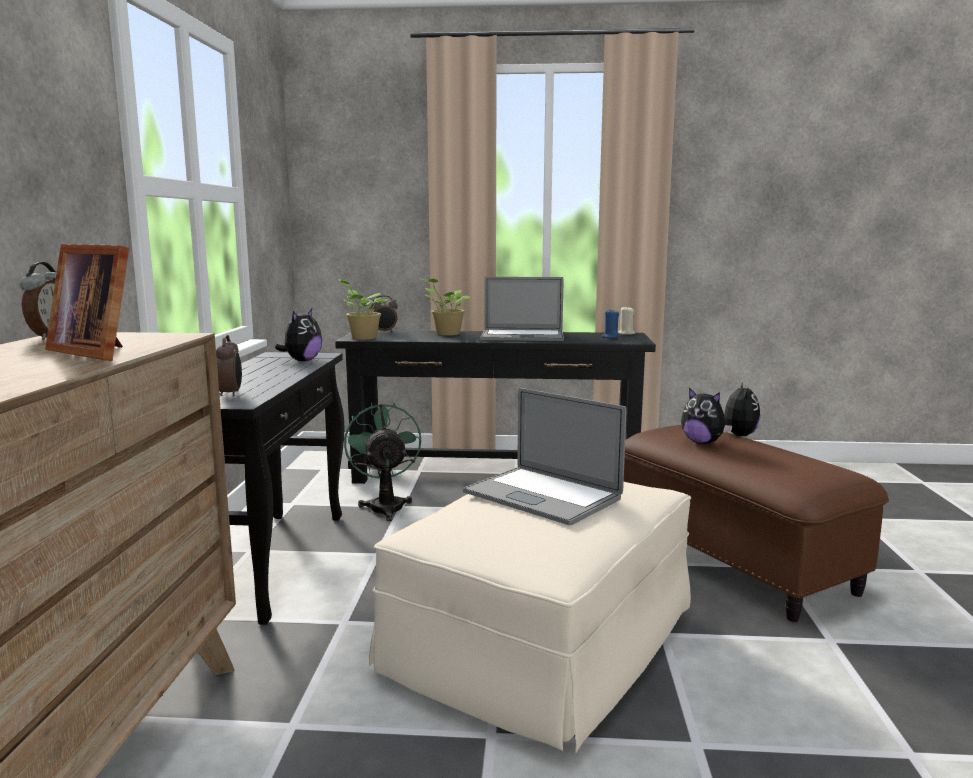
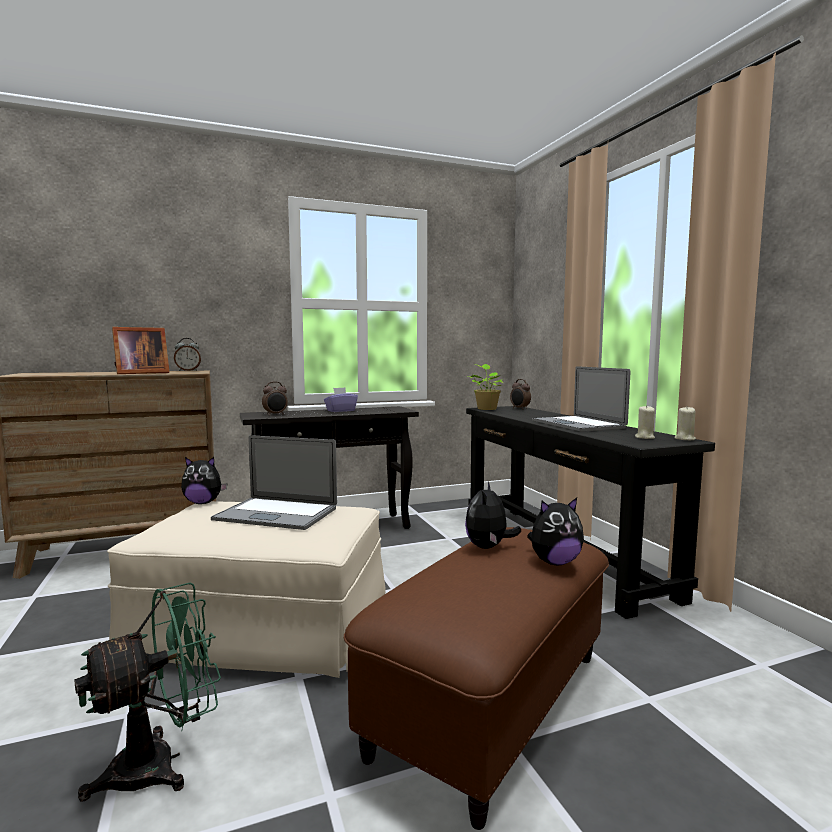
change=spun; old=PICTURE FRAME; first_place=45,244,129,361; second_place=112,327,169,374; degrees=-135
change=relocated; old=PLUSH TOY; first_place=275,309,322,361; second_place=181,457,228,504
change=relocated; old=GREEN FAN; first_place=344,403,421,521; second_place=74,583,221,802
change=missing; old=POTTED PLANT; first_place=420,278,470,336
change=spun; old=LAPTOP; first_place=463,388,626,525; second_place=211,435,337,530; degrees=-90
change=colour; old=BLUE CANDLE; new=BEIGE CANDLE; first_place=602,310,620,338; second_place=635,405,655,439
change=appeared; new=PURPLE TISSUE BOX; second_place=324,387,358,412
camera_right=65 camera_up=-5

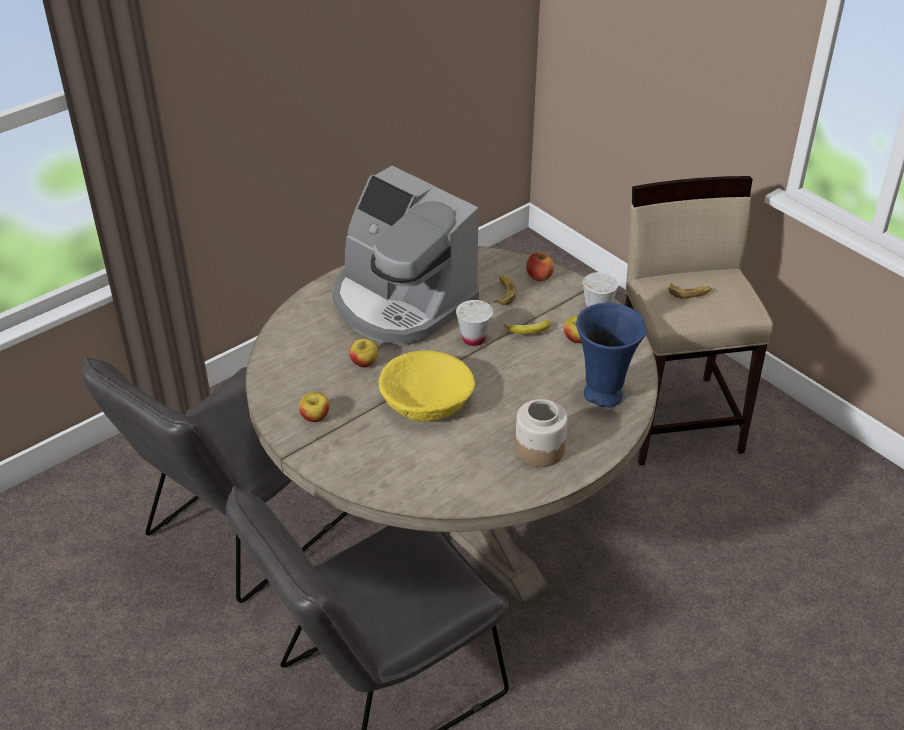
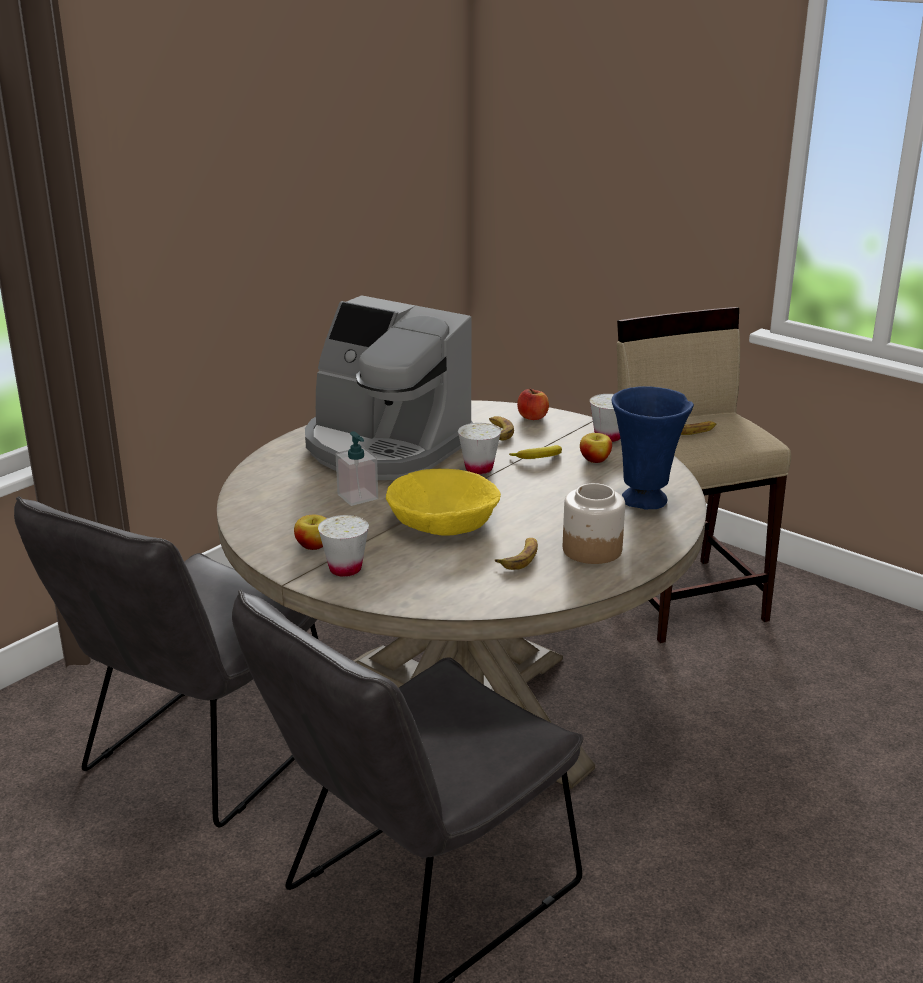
change=exchanged; old=APPLE; new=SOAP DISPENSER; first_place=349,339,378,367; second_place=335,431,378,506
change=appeared; new=WHITE CUP; second_place=318,515,369,577
change=appeared; new=BANANA; second_place=495,538,538,570
camera_right=-10 camera_up=-15

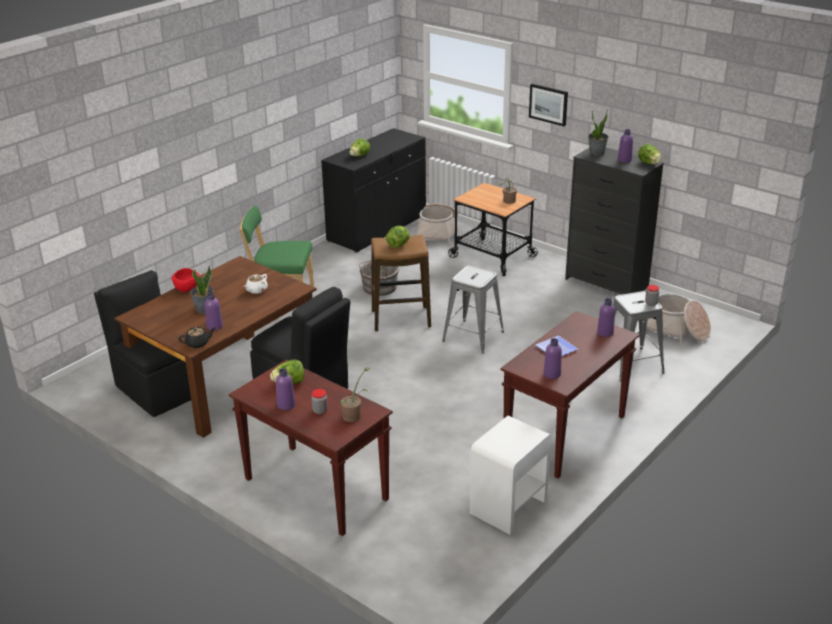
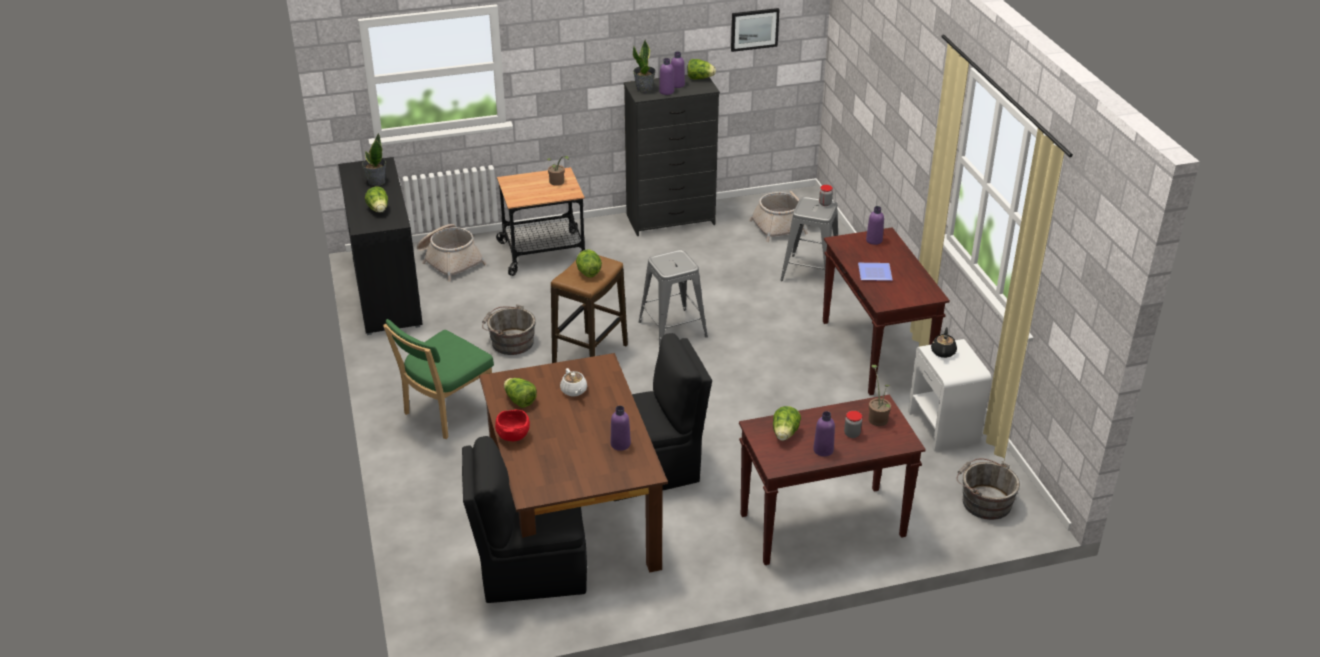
change=relocated; old=BLACK TEAPOT; first_place=178,327,216,348; second_place=931,327,957,358
change=relocated; old=POTTED PLANT; first_place=190,266,214,314; second_place=362,133,386,186
change=relocated; old=PICTURE; first_place=529,84,568,126; second_place=731,8,780,52
change=relocated; old=PURPLE BOTTLE; first_place=543,338,562,379; second_place=659,58,674,95
change=appeared; new=LETTUCE; second_place=504,378,537,408
change=appeared; new=GREY BUCKET; second_place=956,458,1020,520
camera_right=-55 camera_up=5

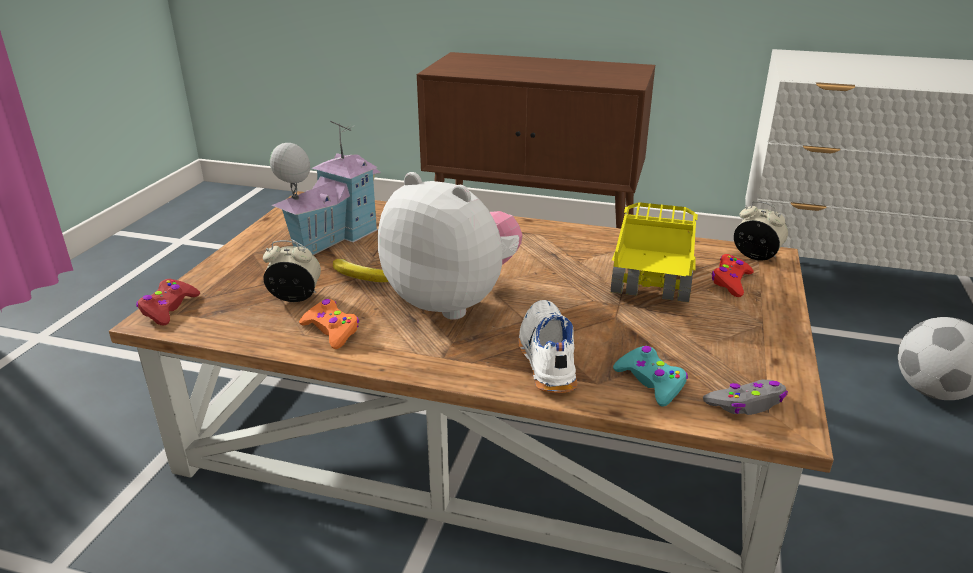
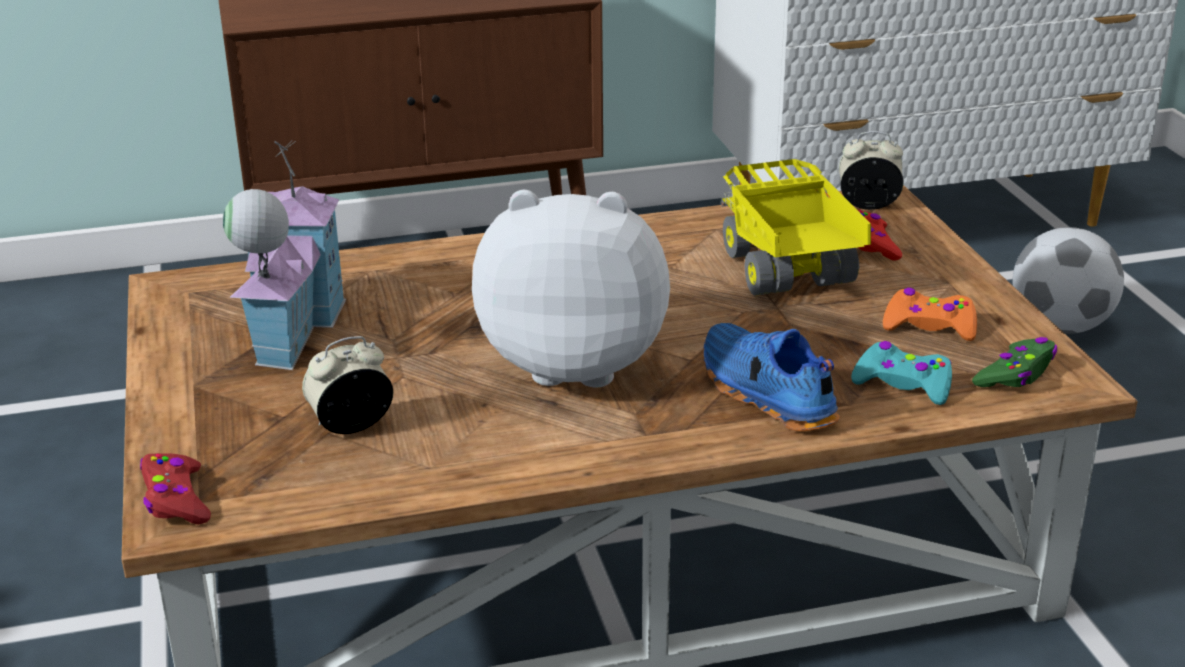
change=relocated; old=ORANGE GAME CONTROLLER; first_place=299,299,359,349; second_place=883,288,977,341
change=missing; old=BANANA; first_place=333,259,389,282
change=colour; old=WHITE SHOE; new=BLUE SHOE; first_place=518,300,578,393; second_place=704,323,840,431
change=colour; old=GREY GAME CONTROLLER; new=GREEN GAME CONTROLLER; first_place=703,380,788,415; second_place=972,337,1057,387
camera_right=-30 camera_up=0

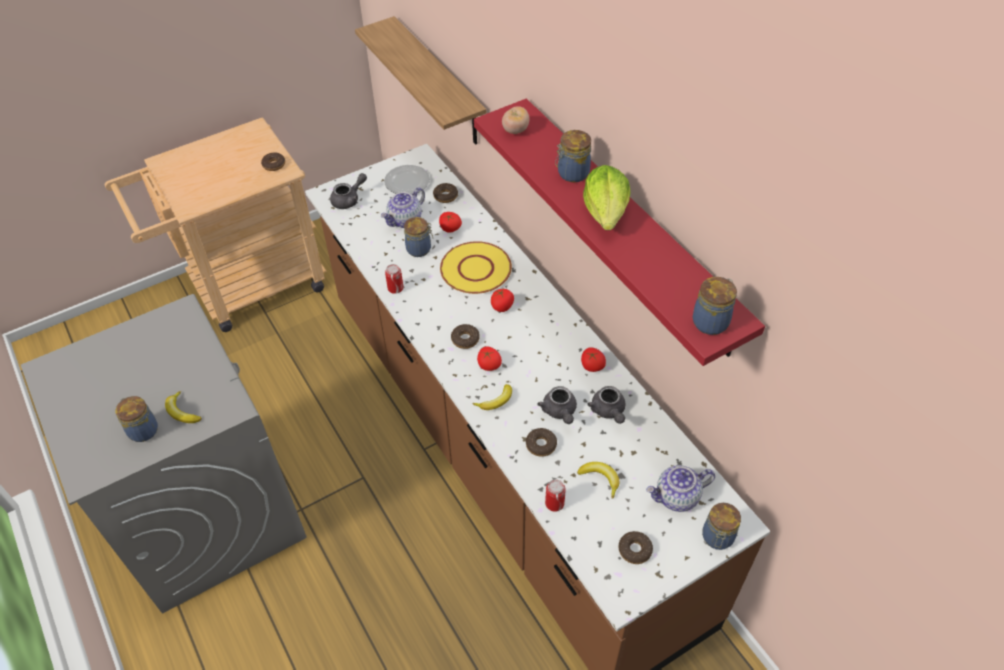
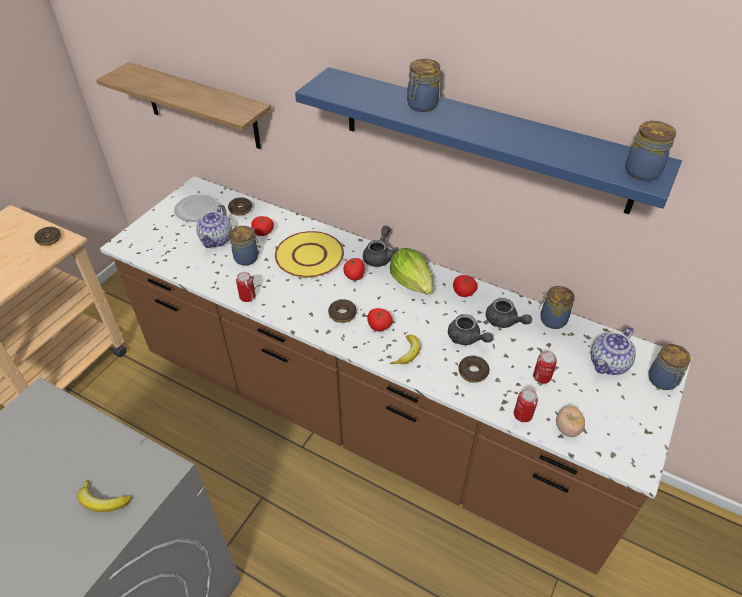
change=relocated; old=JAR; first_place=115,396,158,442; second_place=539,286,575,329
change=relocated; old=GREY TEAPOT; first_place=330,173,367,209; second_place=363,225,399,267
change=colour; old=RED SHELF; new=BLUE SHELF; first_place=474,99,765,366; second_place=295,67,682,214
change=relocated; old=TOMATO; first_place=502,106,530,134; second_place=556,406,585,437
change=exchanged; old=BANANA; new=CAN; first_place=577,462,619,499; second_place=533,351,557,384
change=relocated; old=LETTUCE; first_place=583,165,630,230; second_place=390,248,433,295
change=missing; old=DONUT; first_place=618,531,653,564
camera_right=-30 camera_up=-5

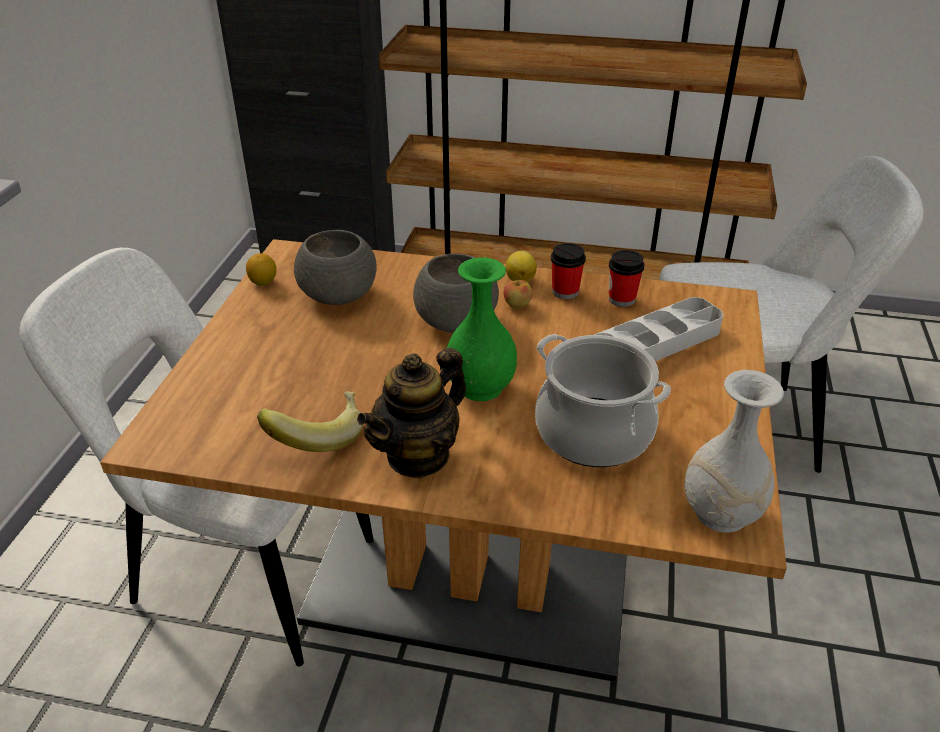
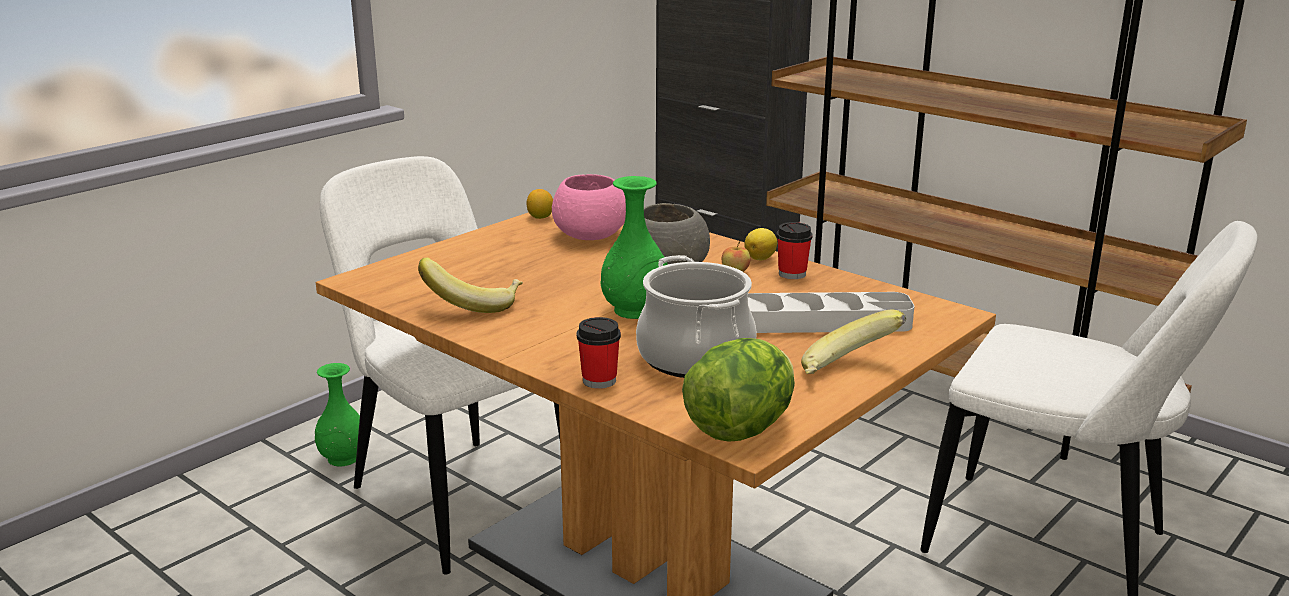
change=colour; old=GREY BOWL; new=PINK BOWL; first_place=294,230,377,305; second_place=552,174,626,240
change=missing; old=TEAPOT; first_place=357,348,466,479
change=relocated; old=CUP; first_place=609,250,644,307; second_place=577,317,621,389
change=exchanged; old=WHITE VASE; new=LETTUCE; first_place=684,370,784,533; second_place=682,338,795,442
change=appeared; new=GREEN VASE; second_place=315,363,360,467
change=appeared; new=BANANA; second_place=801,310,906,374
camera_right=30 camera_up=-15

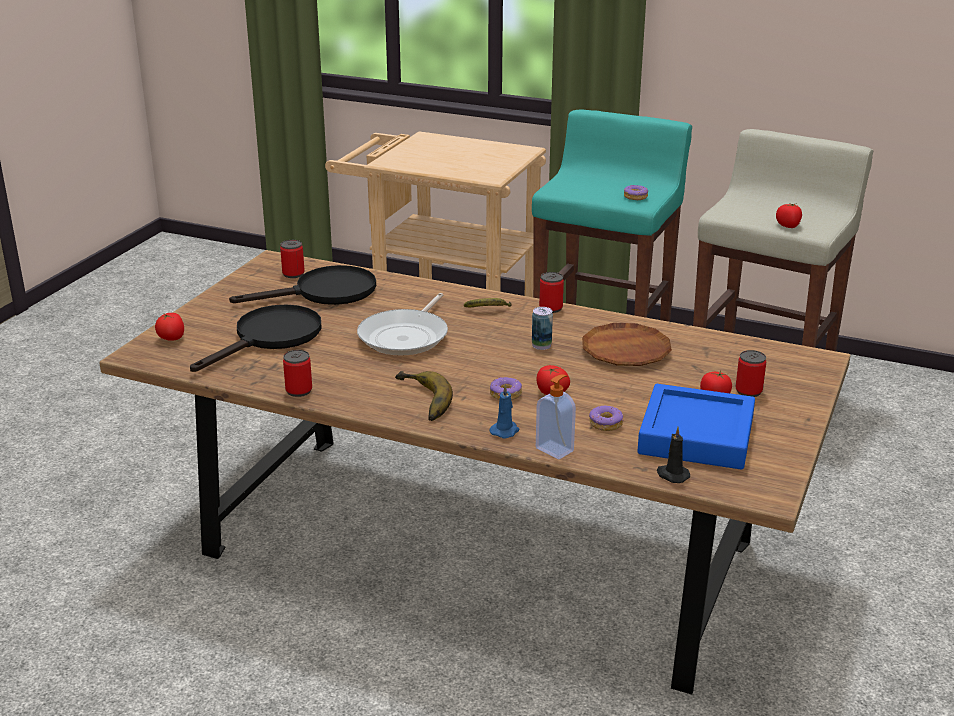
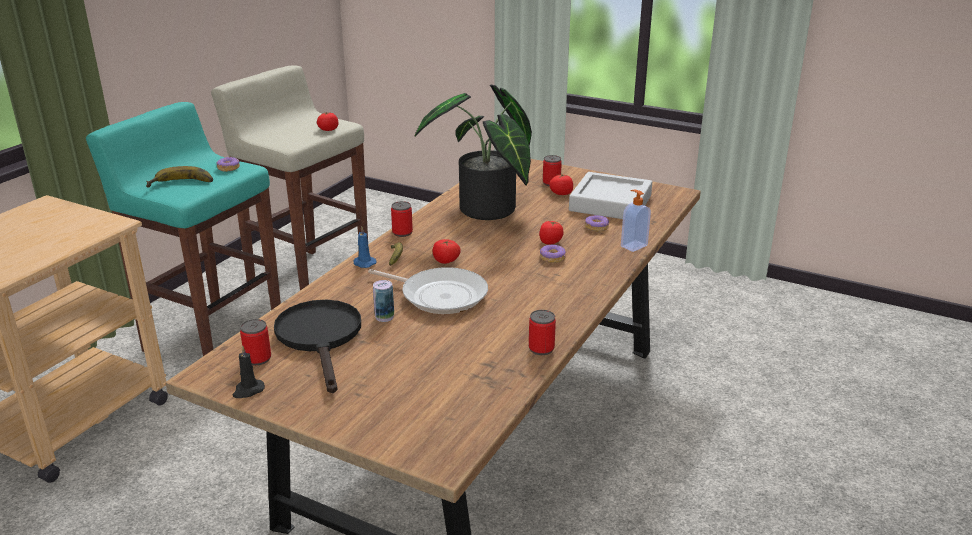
change=relocated; old=TOMATO; first_place=155,313,184,341; second_place=433,239,461,264
change=missing; old=BLACK FRYING PAN; first_place=190,305,322,372
change=relocated; old=BANANA; first_place=395,371,453,421; second_place=146,166,213,188
change=relocated; old=BLUE CANDLE; first_place=489,384,519,439; second_place=353,227,377,268
change=relocated; old=CAN; first_place=532,307,553,350; second_place=373,280,394,322
change=exchanged; old=BROWN PLATE; new=POTTED PLANT; first_place=582,323,672,366; second_place=415,85,532,220
change=colour; old=BLUE TRAY; new=GREY TRAY; first_place=637,384,755,470; second_place=569,172,652,219
change=relocated; old=BLACK CANDLE; first_place=657,427,690,483; second_place=233,345,265,398
camera_right=-85 camera_up=0

